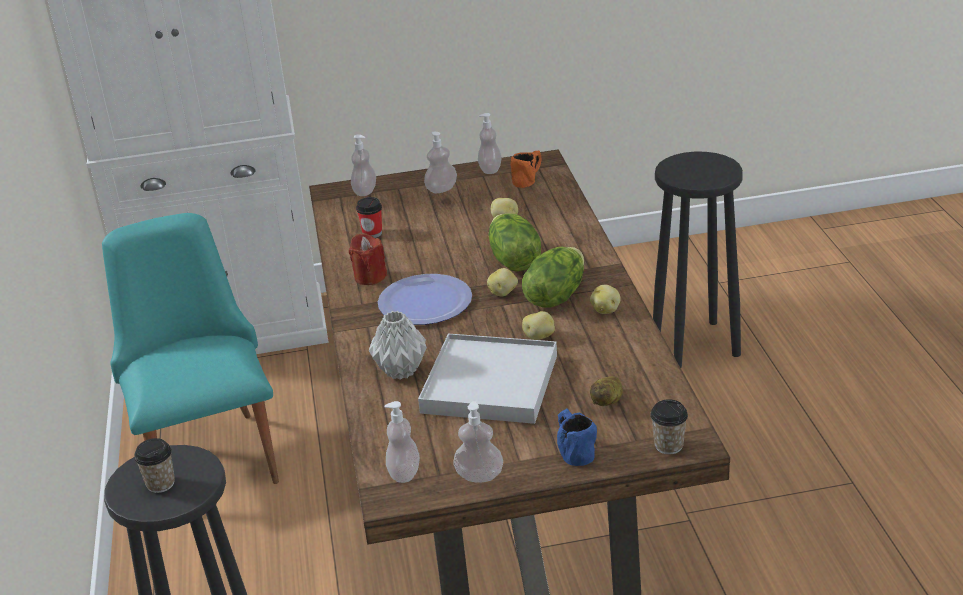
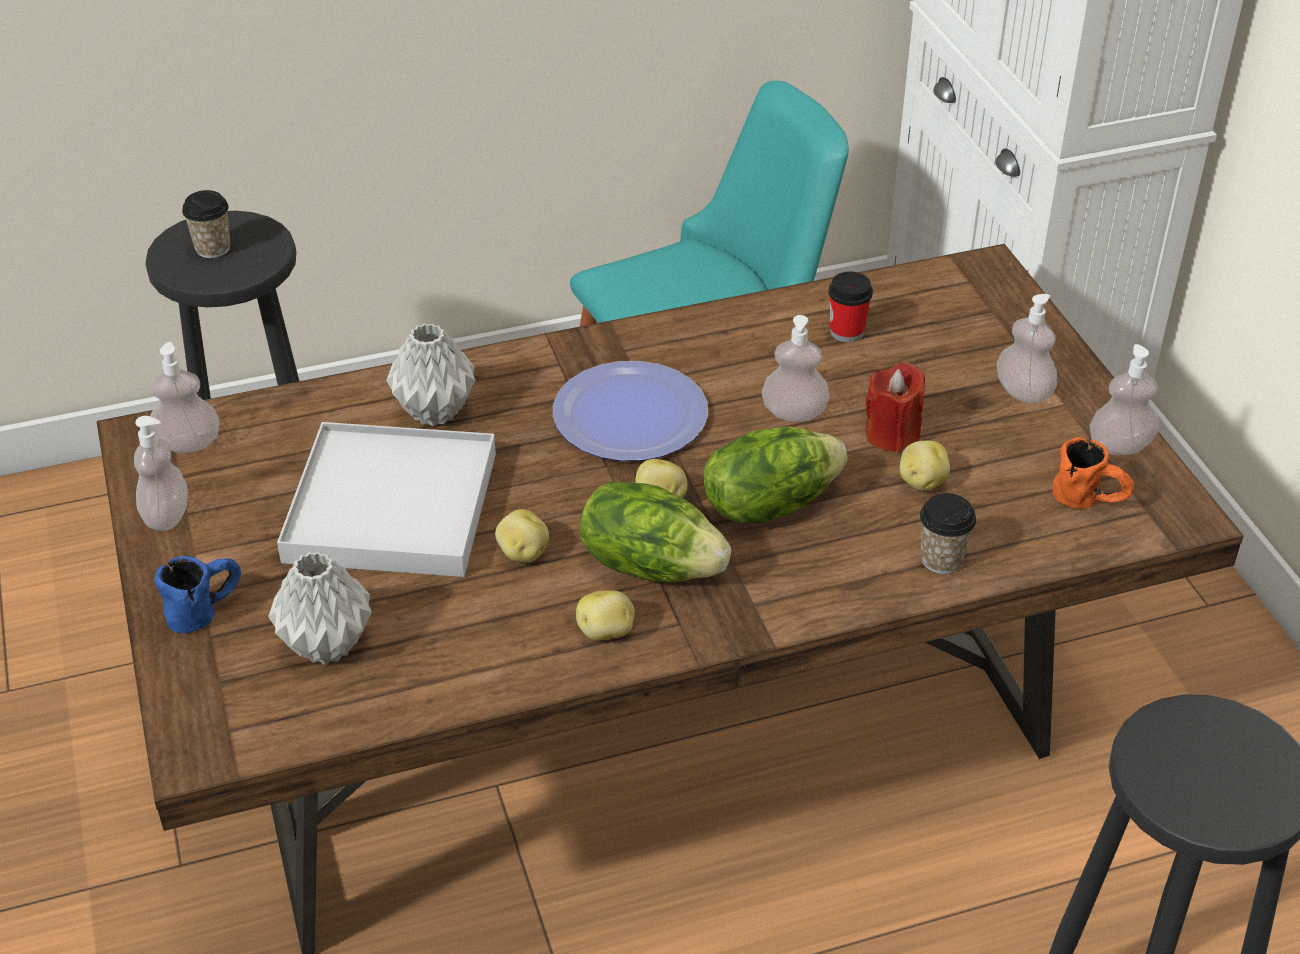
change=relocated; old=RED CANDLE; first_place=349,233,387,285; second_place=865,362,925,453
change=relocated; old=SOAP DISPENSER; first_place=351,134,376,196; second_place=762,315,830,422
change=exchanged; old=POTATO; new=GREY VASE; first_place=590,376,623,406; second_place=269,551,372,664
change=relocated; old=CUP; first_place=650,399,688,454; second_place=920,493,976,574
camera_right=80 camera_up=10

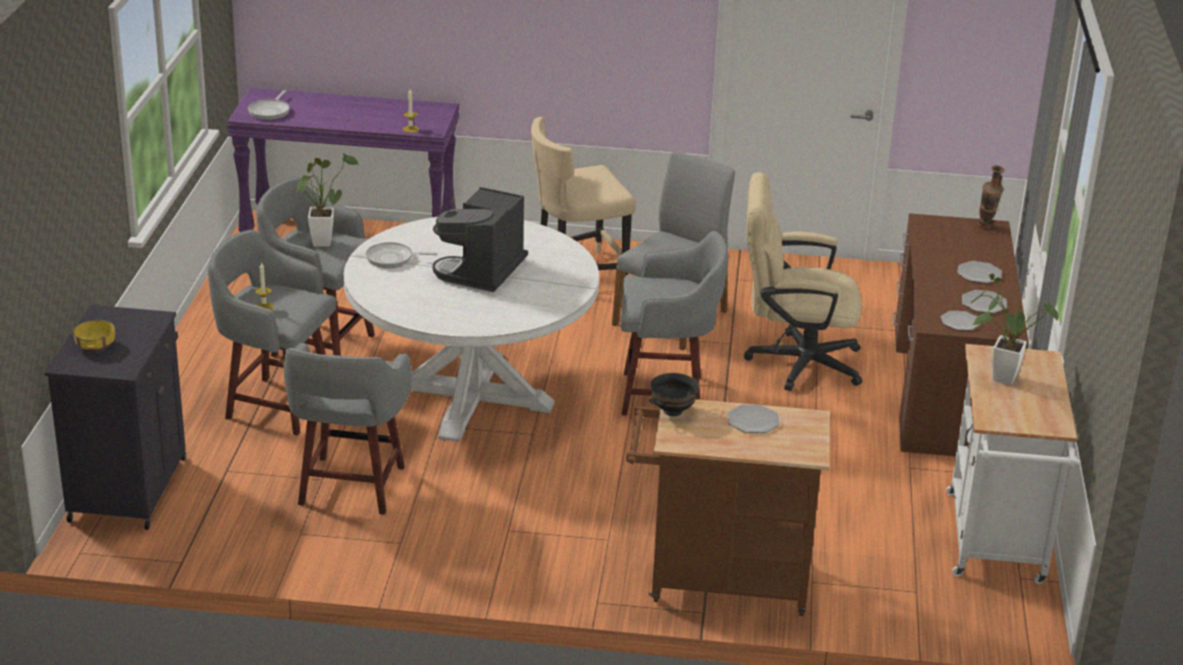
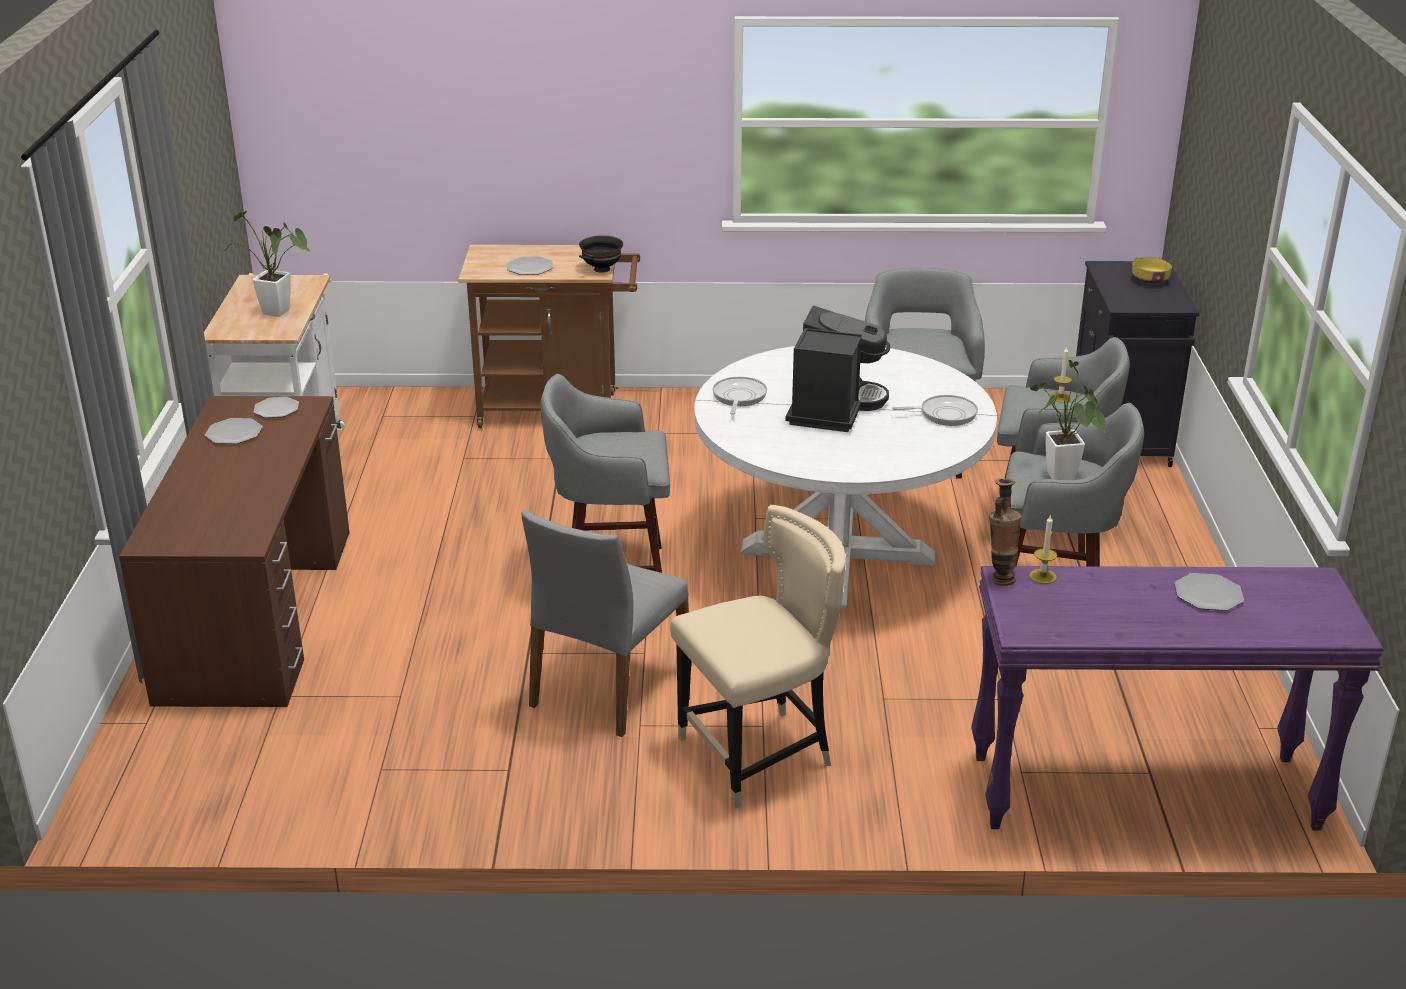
change=relocated; old=FRYING PAN; first_place=248,90,290,120; second_place=713,377,767,415
change=missing; old=BEIGE OFFICE CHAIR; first_place=744,172,862,391
change=relocated; old=PLATE; first_place=957,261,1002,283; second_place=1175,573,1244,611
change=relocated; old=VASE; first_place=977,165,1004,229; second_place=989,478,1022,586
camera_right=175 camera_up=0

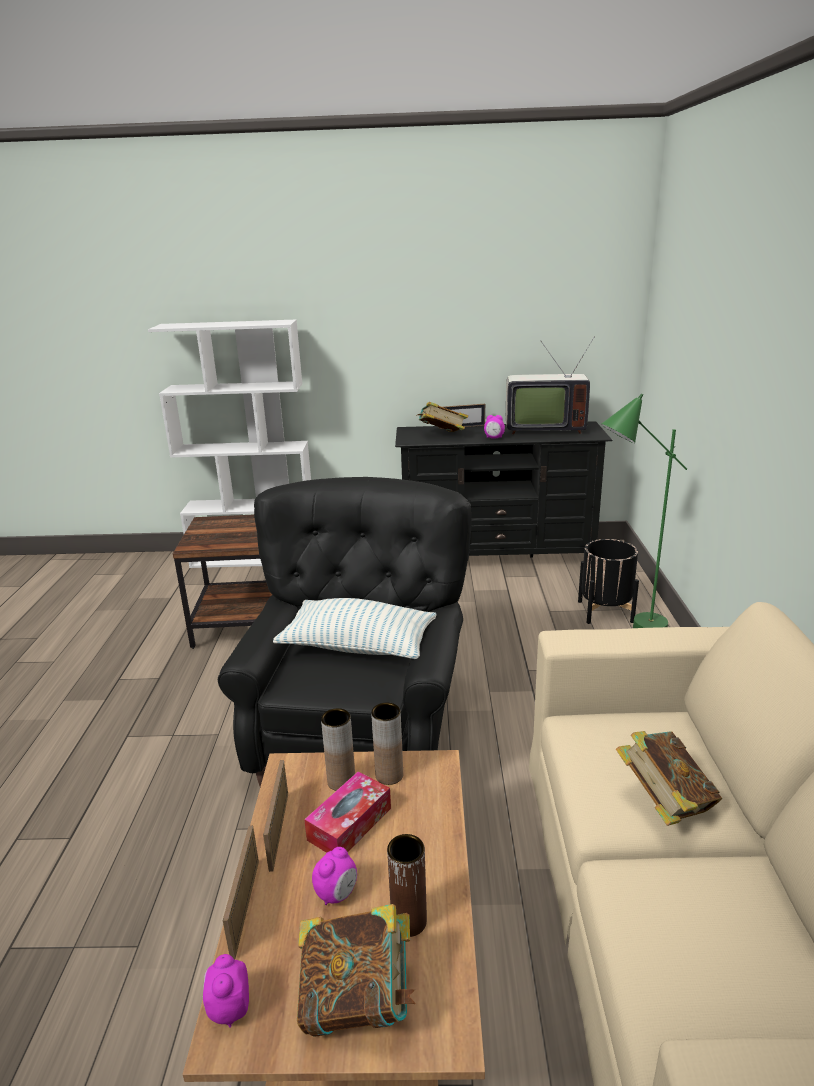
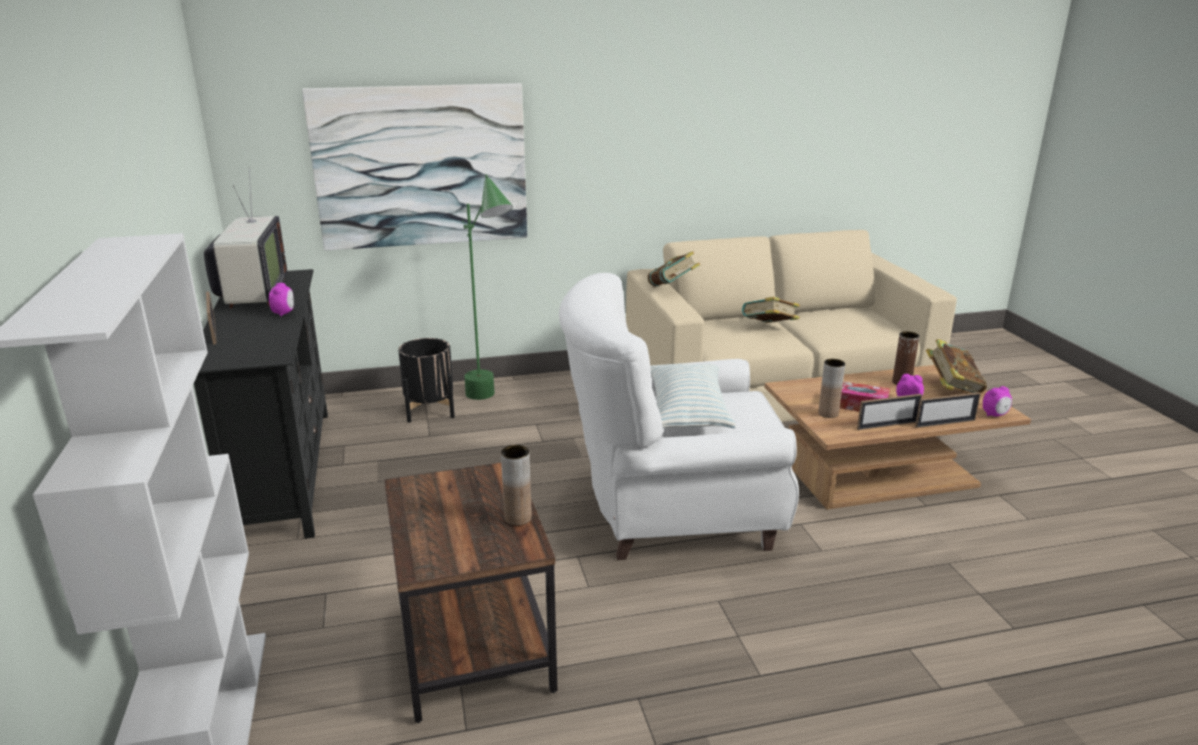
change=colour; old=BLACK ARMCHAIR; new=WHITE ARMCHAIR; first_place=218,477,472,787; second_place=559,273,799,560
change=relocated; old=BROWN VASE; first_place=371,703,403,785; second_place=501,445,532,526
change=relocated; old=BOOK; first_place=416,402,468,432; second_place=647,251,700,287
change=appeared; new=PICTURE; second_place=302,83,527,251
camera_right=-105 camera_up=0

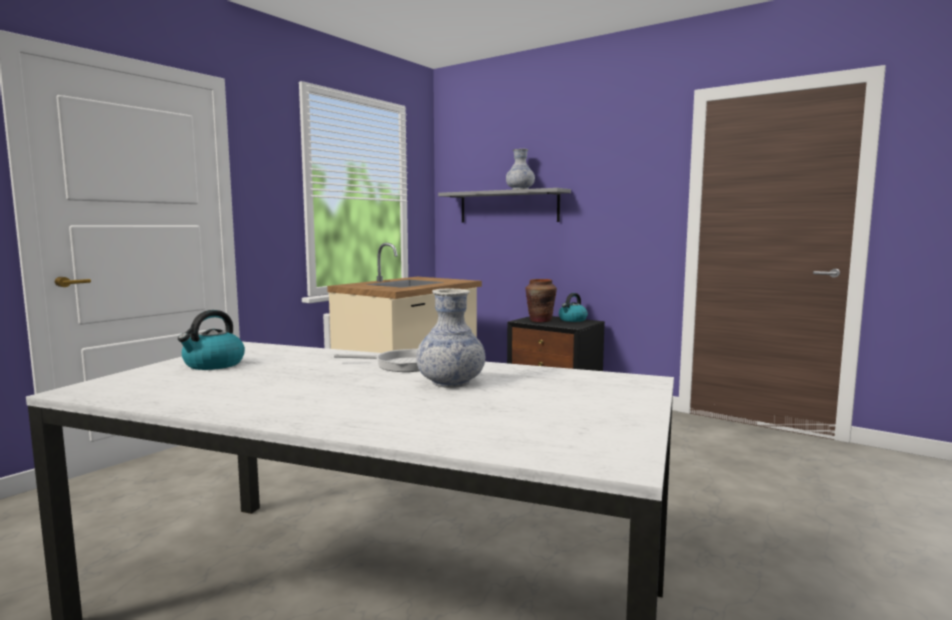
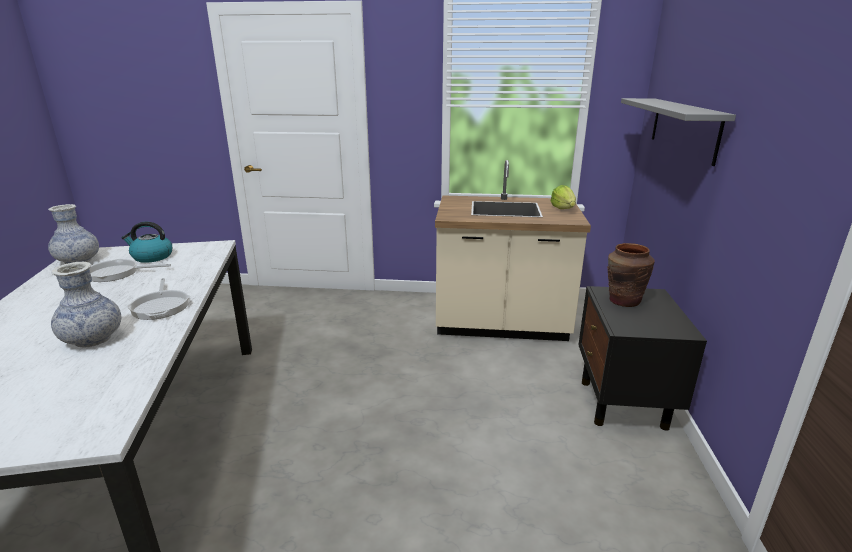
change=relocated; old=VASE; first_place=506,149,535,190; second_place=48,204,99,264
change=missing; old=KETTLE; first_place=559,293,588,322
change=appeared; new=FRYING PAN; second_place=89,259,171,282
change=appeared; new=LETTUCE; second_place=551,185,576,209
camera_right=60 camera_up=15

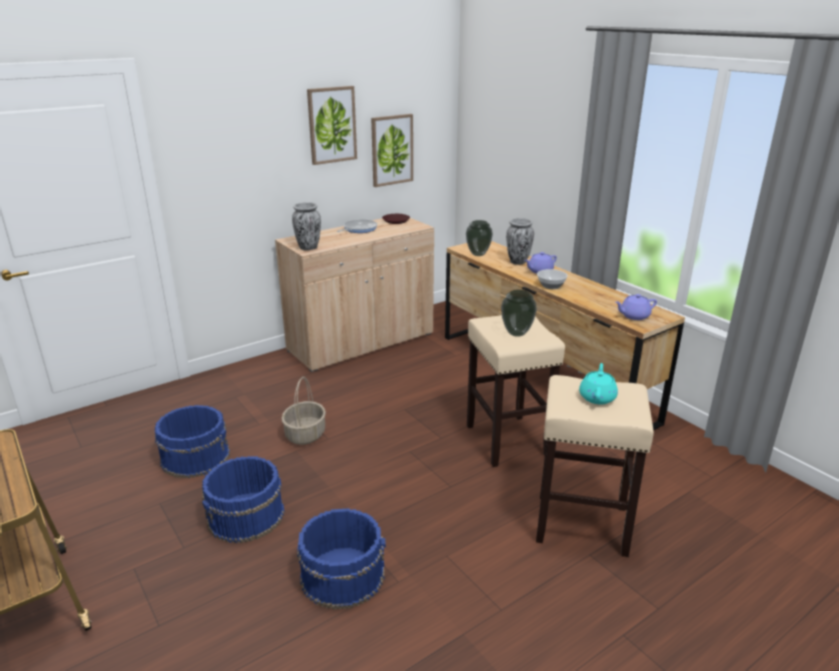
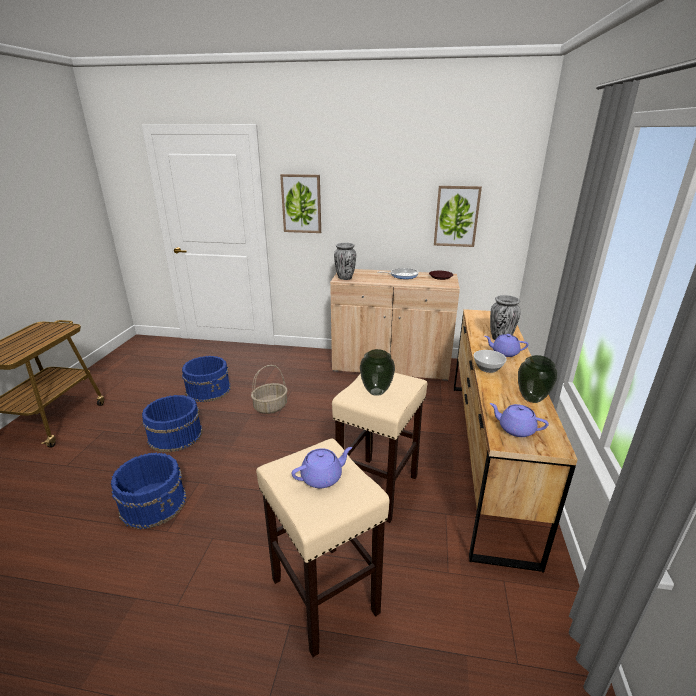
change=relocated; old=PICTURE; first_place=307,86,357,165; second_place=280,174,321,233
change=relocated; old=VASE; first_place=466,220,493,256; second_place=518,355,557,403
change=colour; old=TURQUOISE TEAPOT; new=PURPLE TEAPOT; first_place=579,363,618,404; second_place=292,447,352,488
camera_right=45 camera_up=0

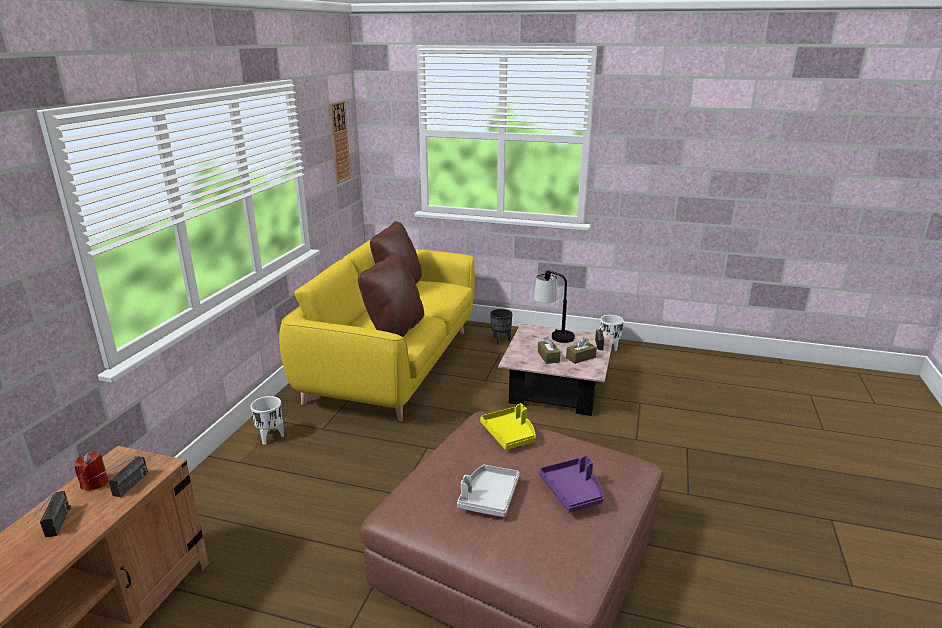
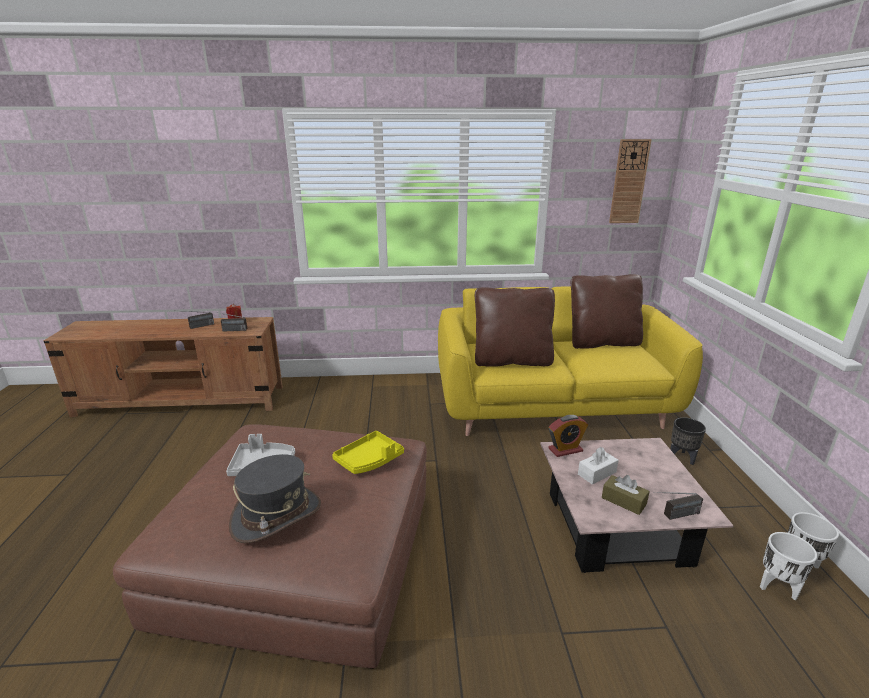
change=relocated; old=WHITE PLANTER; first_place=250,396,284,445; second_place=760,532,817,600
change=missing; old=TABLE LAMP; first_place=534,270,575,343
change=colour; old=BROWN TISSUE BOX; new=WHITE TISSUE BOX; first_place=538,336,560,364; second_place=578,447,619,485
change=exchanged; old=PURPLE TRAY; new=GREY HAT; first_place=539,456,604,513; second_place=229,454,321,543
change=appeared; new=ALARM CLOCK; second_place=548,415,588,457
camera_right=70 camera_up=0

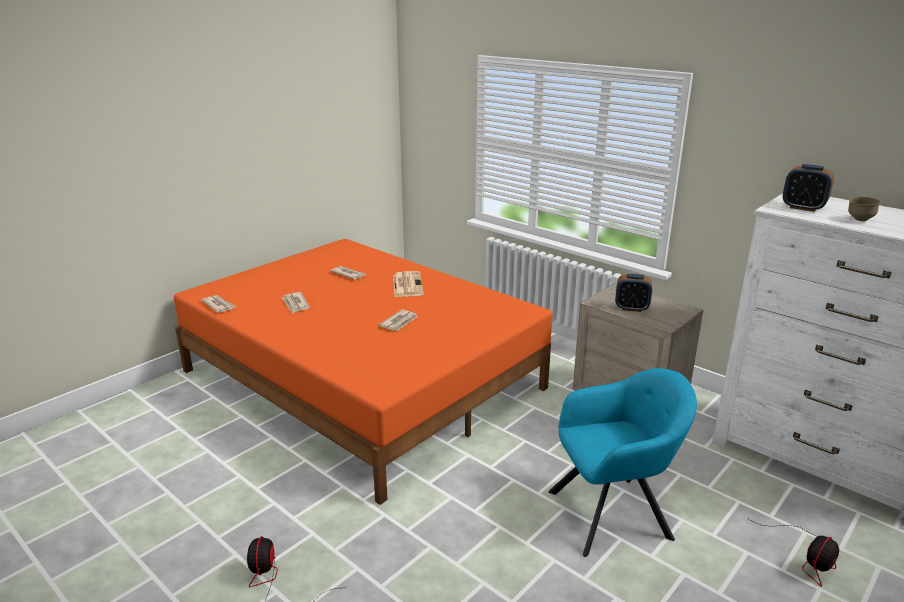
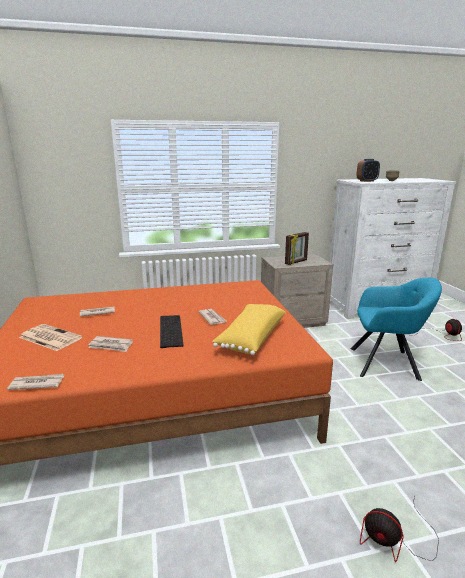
change=relocated; old=NEWSPAPER; first_place=393,271,424,297; second_place=19,324,82,351
change=spun; old=TURQUOISE ARMCHAIR; first_place=549,368,697,557; second_place=351,278,442,381; degrees=75
change=exchanged; old=ALARM CLOCK; new=PICTURE FRAME; first_place=615,274,652,312; second_place=285,232,309,265
change=appeared; new=KEYBOARD; second_place=160,315,184,348
change=appeared; new=YELLOW PILLOW; second_place=212,304,286,355
camera_right=-55 camera_up=-5

